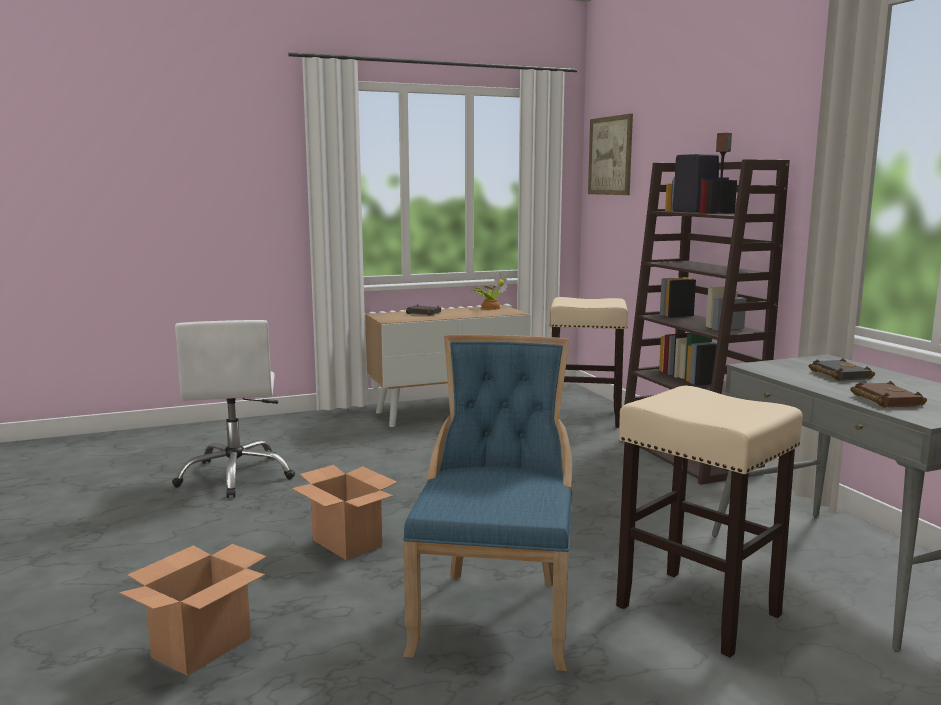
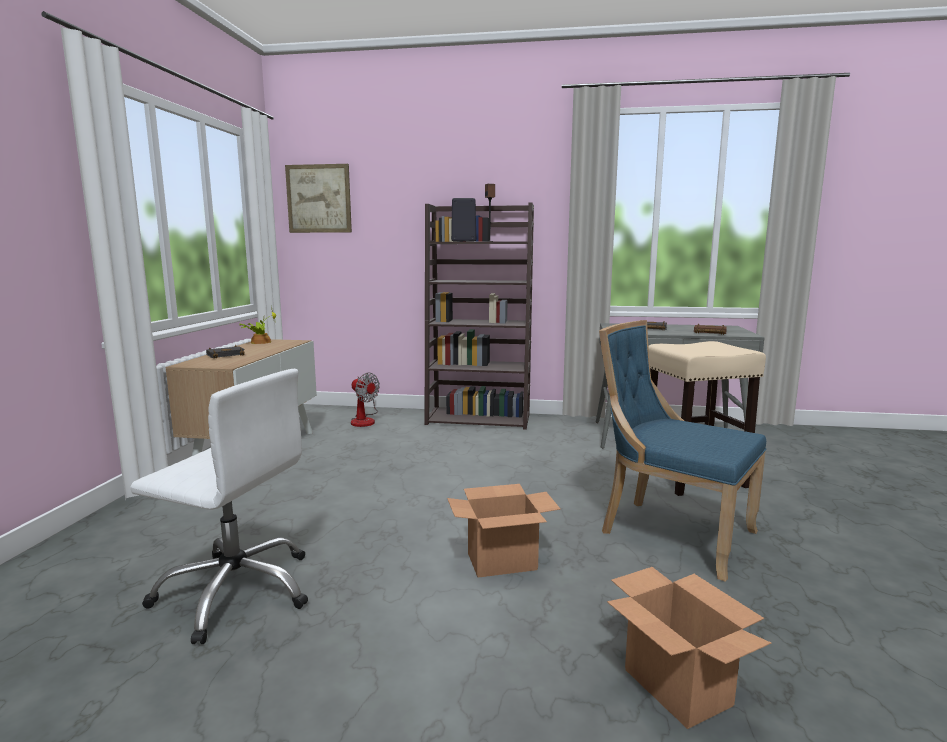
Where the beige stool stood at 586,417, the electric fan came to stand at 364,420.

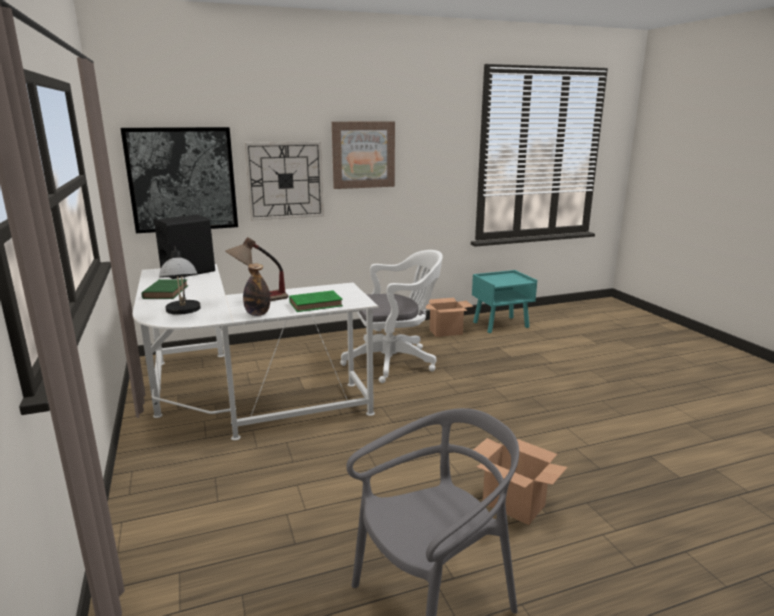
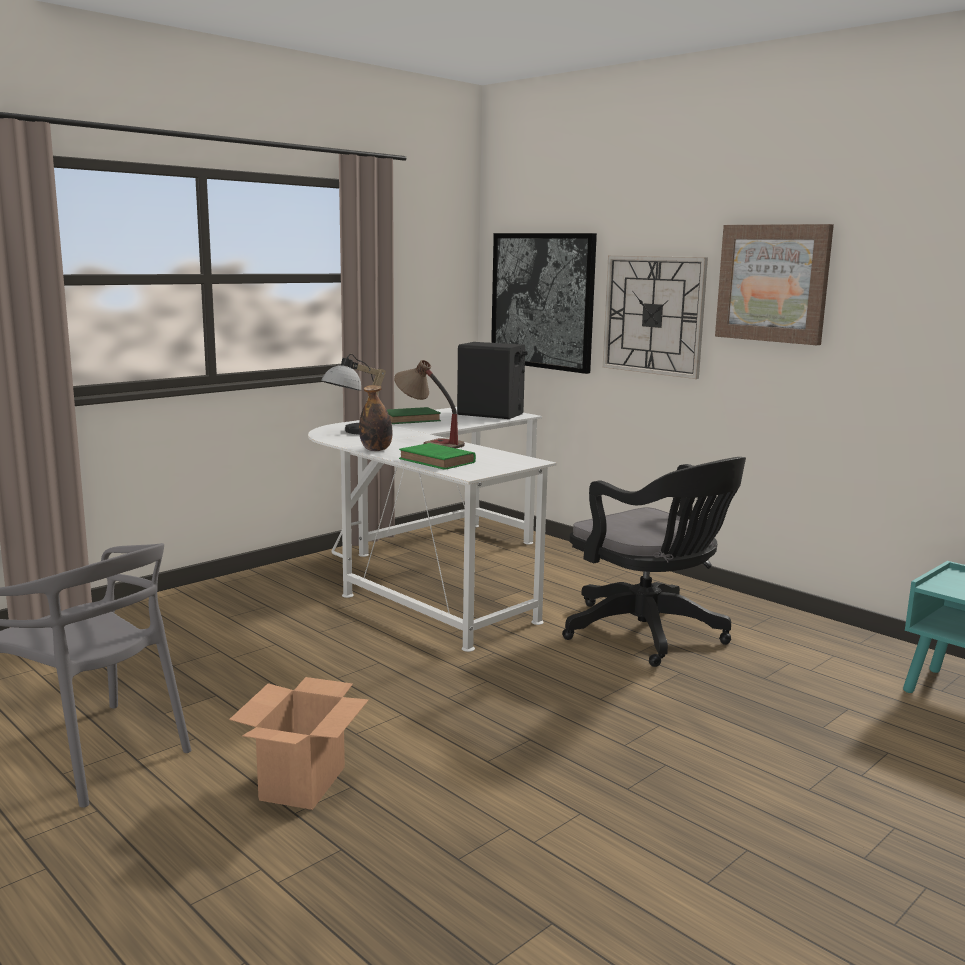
What was the white-coloured computer chair at 394,361 turned into the black-coloured computer chair at 650,635.
The second view lost the packing box at 446,332.

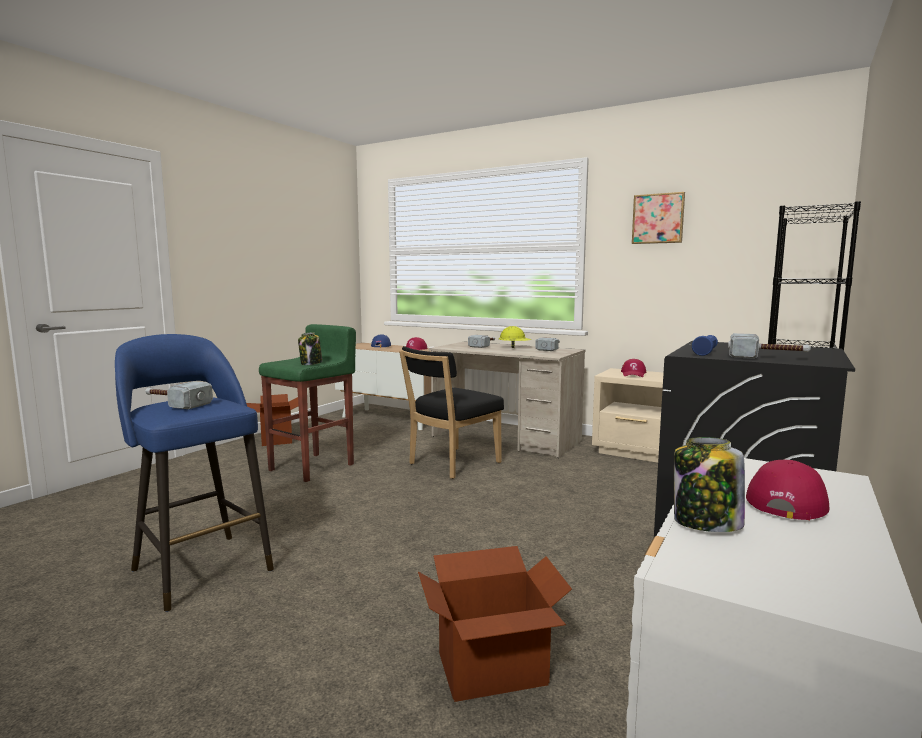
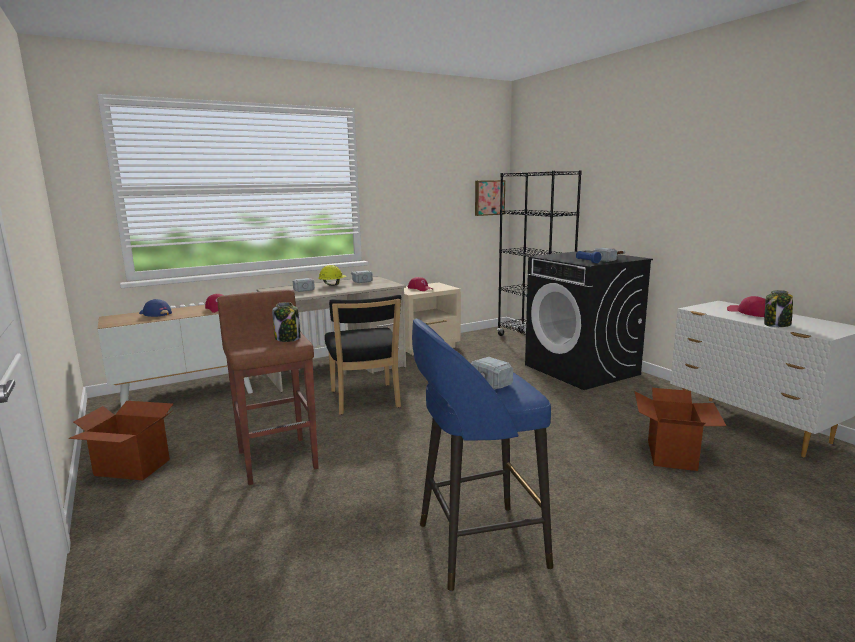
What was the green-coloured stool at 313,467 turned into the brownish stool at 278,458.
The picture ended up elsewhere, having gone from 658,219 to 489,197.

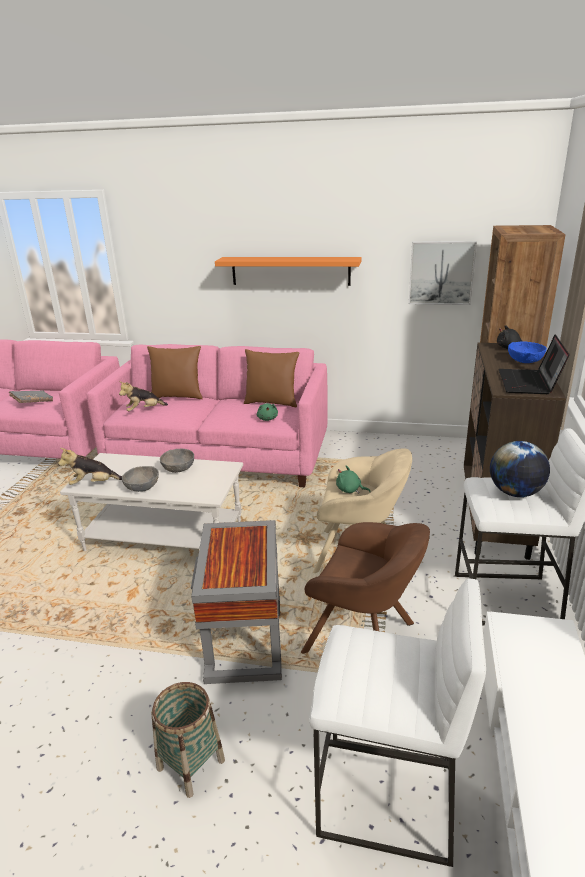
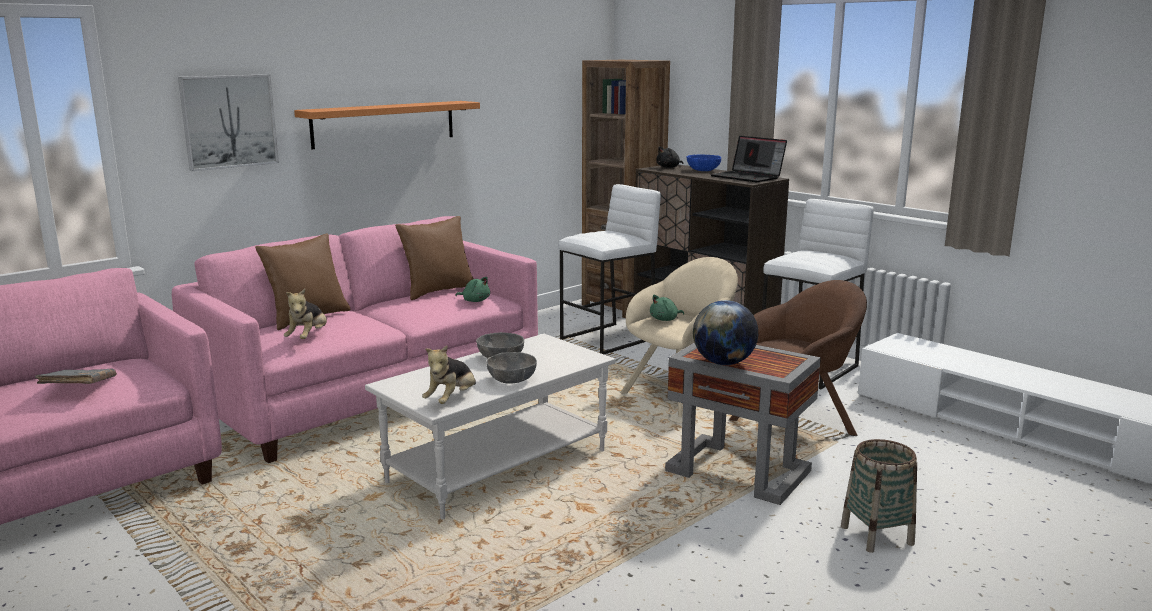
The picture ended up elsewhere, having gone from 441,273 to 229,121.
The white-coloured stool ended up elsewhere, having gone from 386,799 to 609,339.
The world globe ended up elsewhere, having gone from 515,493 to 724,363.

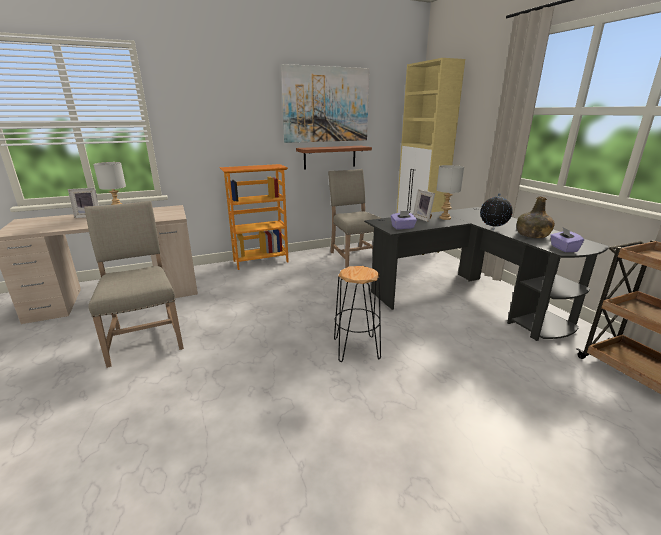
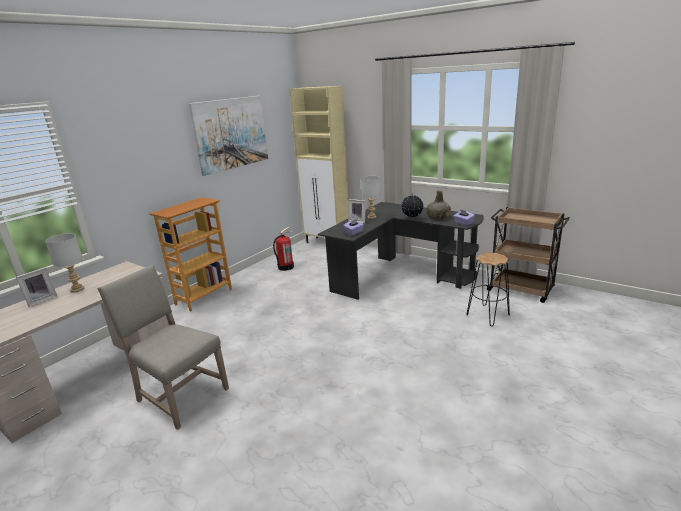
Where the beige plain chair stood at 354,256, the extinguisher came to stand at 285,267.
The black-coloured stool ended up elsewhere, having gone from 356,348 to 487,315.
The second view lost the wall shelf at 330,157.

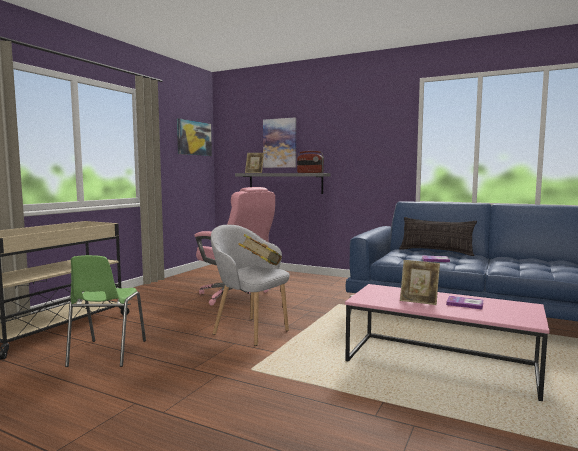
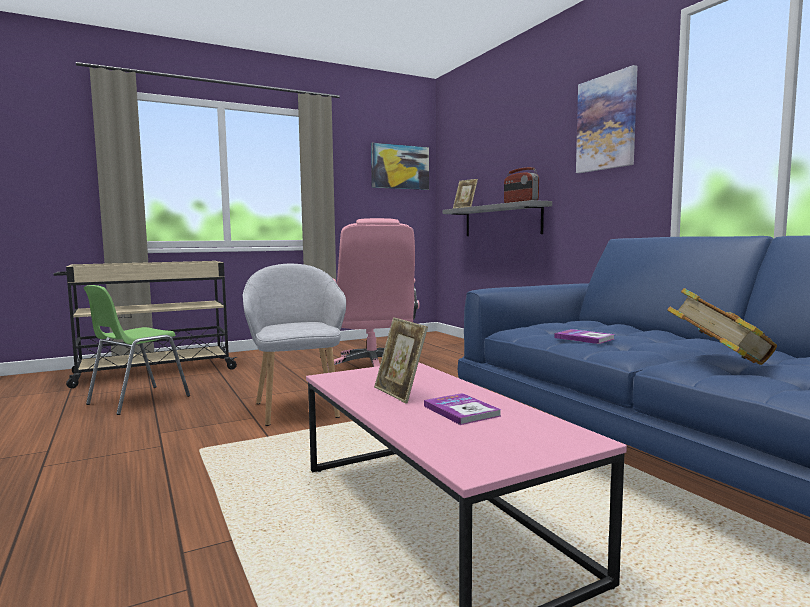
The picture ended up elsewhere, having gone from 280,143 to 606,123.
The volume ended up elsewhere, having gone from 260,266 to 718,362.
The second view lost the cushion at 436,252.

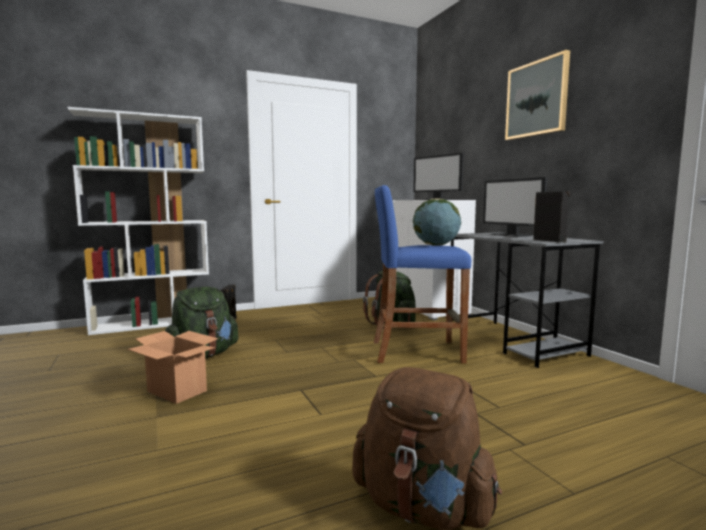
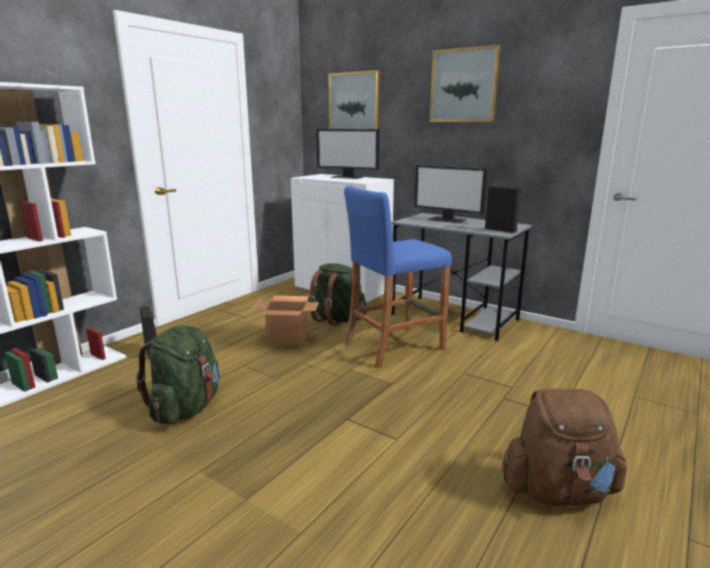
The packing box ended up elsewhere, having gone from 177,391 to 288,339.
The second view gained the picture at 355,104.
The second view lost the world globe at 435,245.

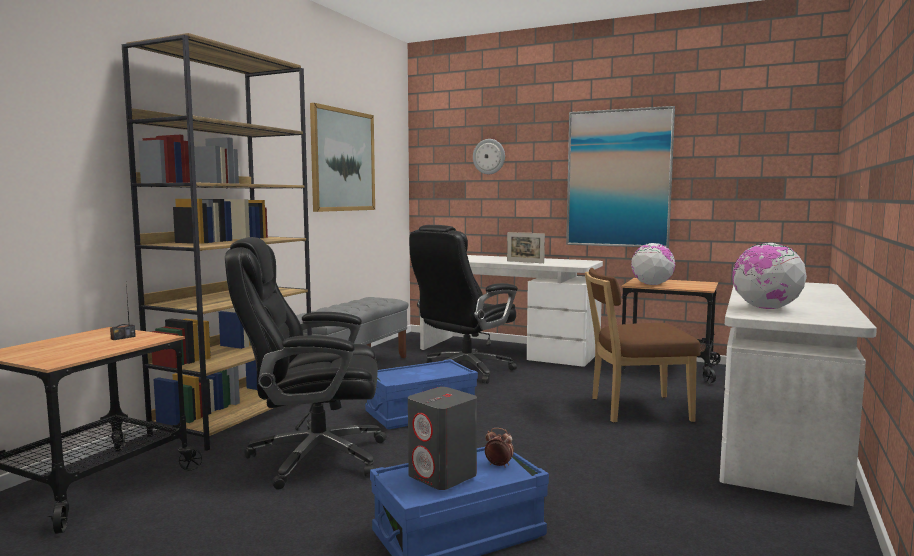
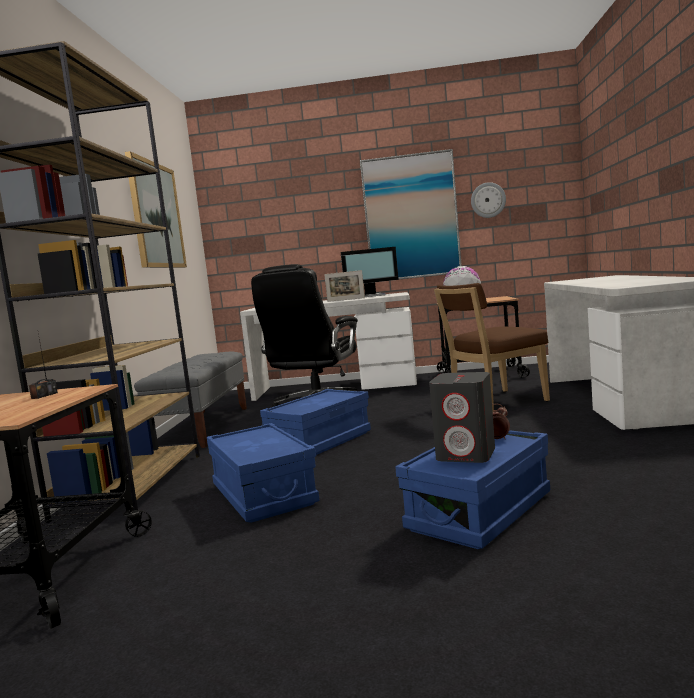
Where the black-coloured computer chair stood at 314,457, the bluish storage bin came to stand at 263,494.
The second view gained the monitor at 371,296.
The hanging clock ended up elsewhere, having gone from 489,156 to 488,200.
The second view lost the world globe at 766,308.

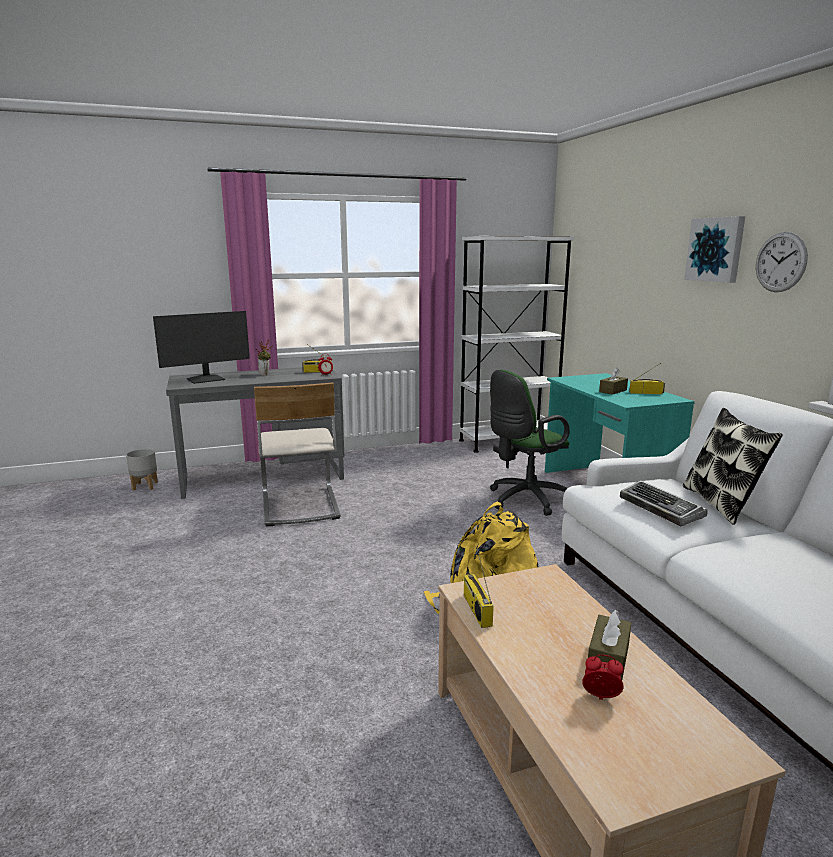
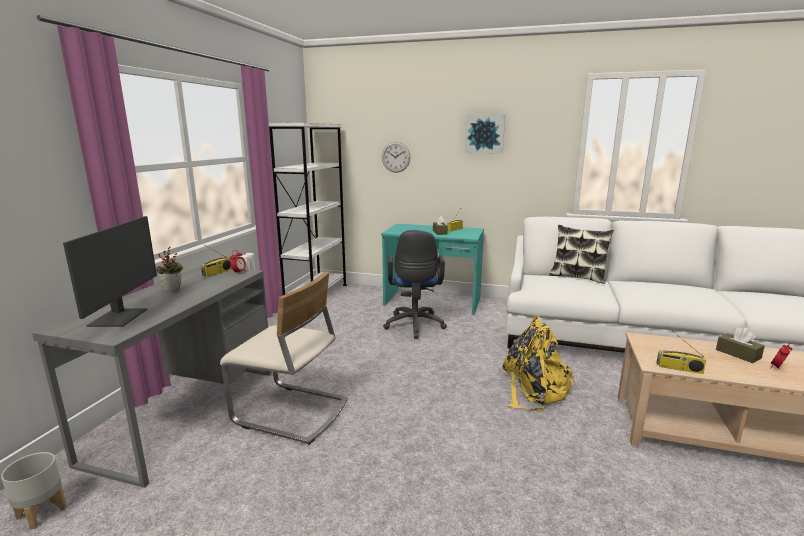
The hanging clock ended up elsewhere, having gone from 780,262 to 396,157.
What was the green-coloured computer chair at 524,500 turned into the bluish computer chair at 414,326.
The second view lost the PC keyboard at 662,509.

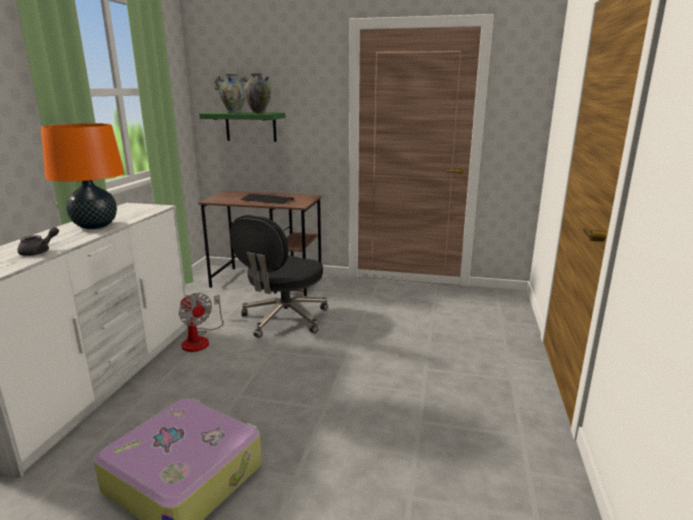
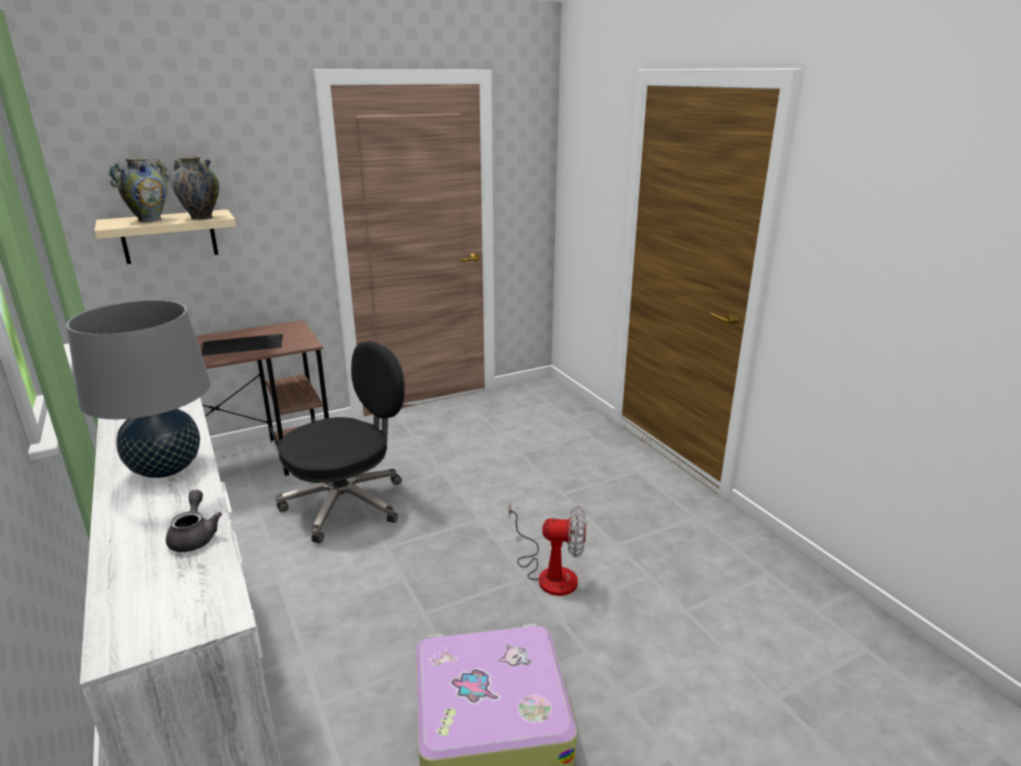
What was the orange tabletop lamp at 95,226 turned into the gray tabletop lamp at 166,468.
What was the green-coloured wall shelf at 251,126 turned into the beige wall shelf at 169,236.
The black-coloured computer chair at 284,319 ended up facing another way, 120 degrees counterclockwise from before.
The electric fan ended up elsewhere, having gone from 200,340 to 549,573.

